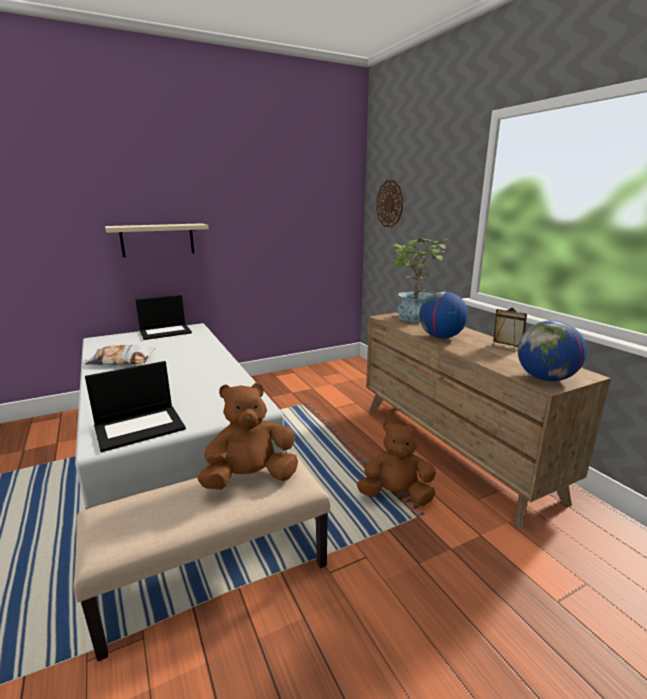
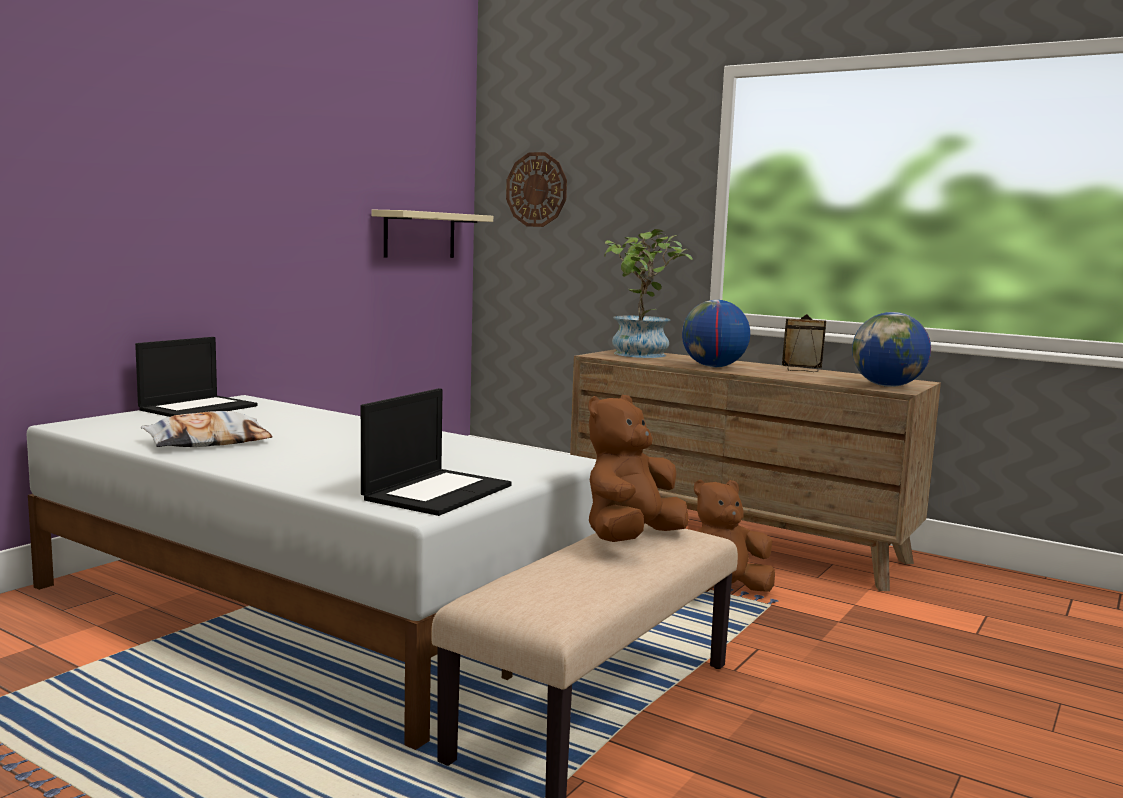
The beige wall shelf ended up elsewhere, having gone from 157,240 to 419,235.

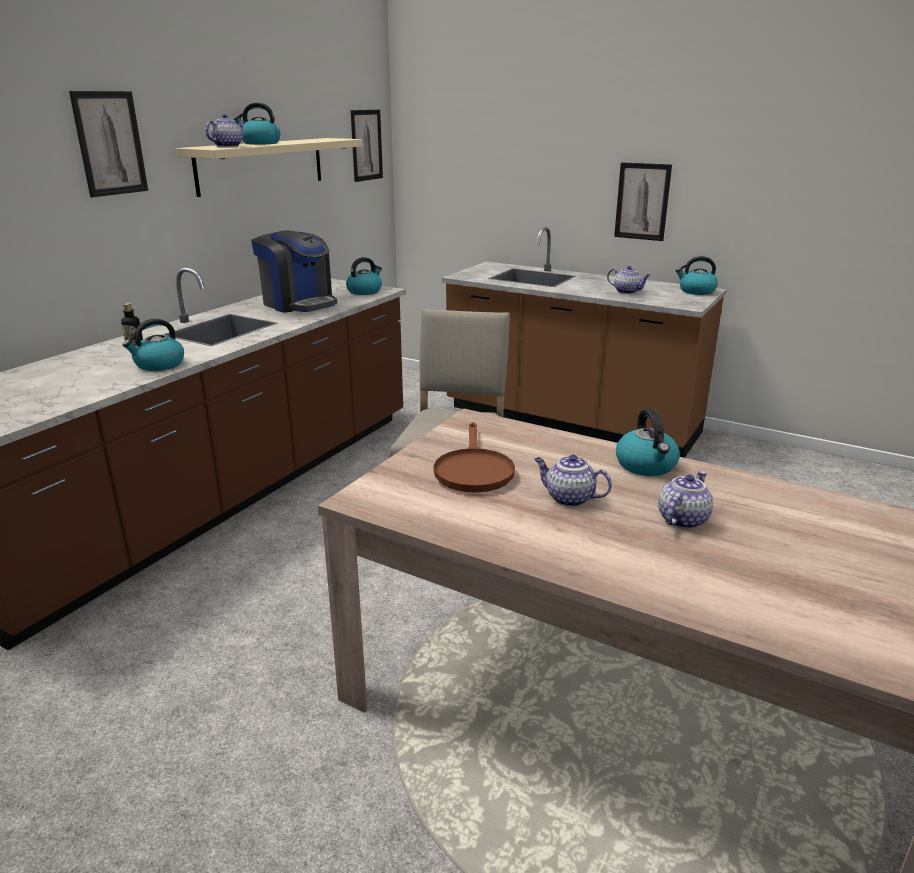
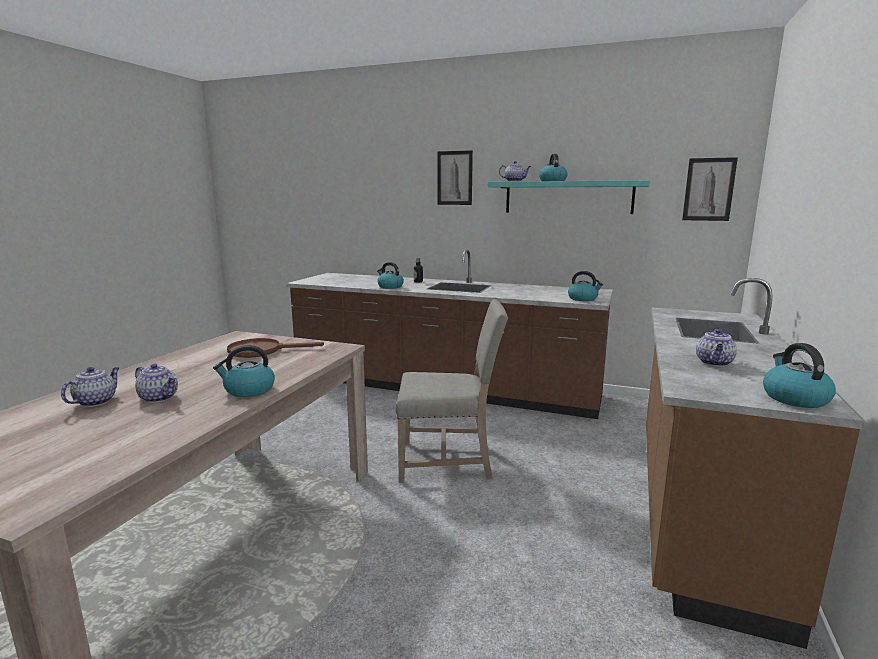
The tea pot ended up elsewhere, having gone from 568,498 to 96,401.
What was the beige wall shelf at 261,165 turned into the turquoise wall shelf at 568,197.
The second view lost the coffee machine at 298,303.
The second view lost the picture at 642,201.

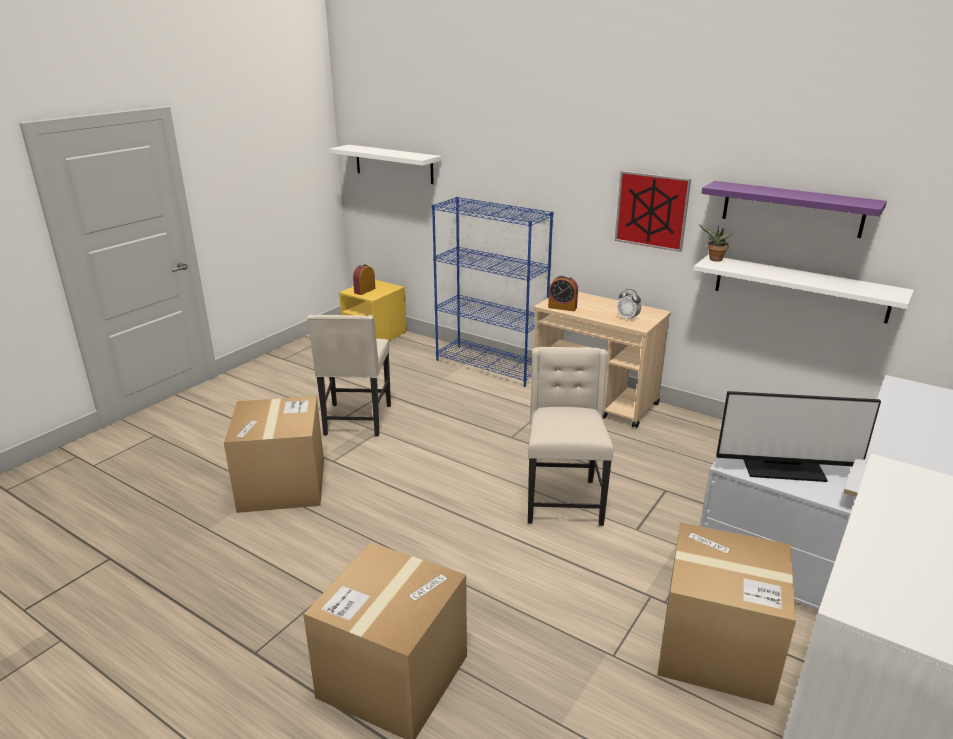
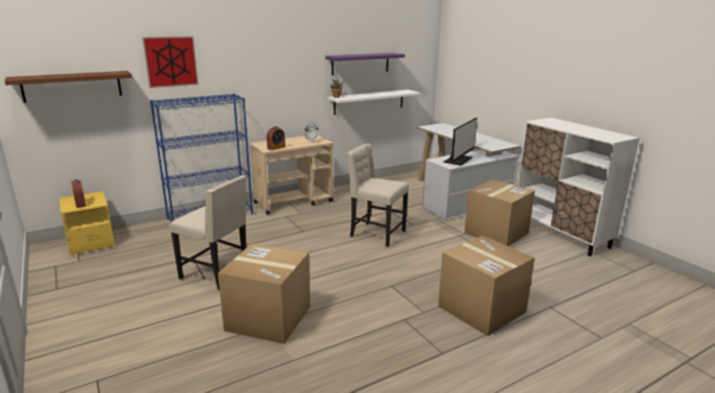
What was the white-coloured wall shelf at 393,164 turned into the brownish wall shelf at 72,86.
The picture ended up elsewhere, having gone from 651,210 to 171,61.

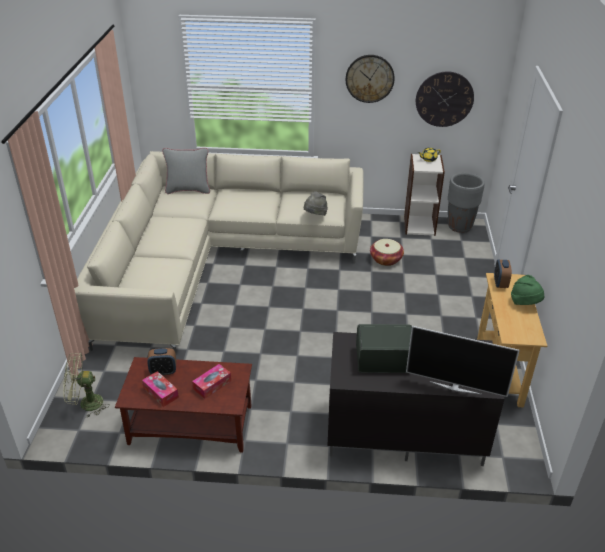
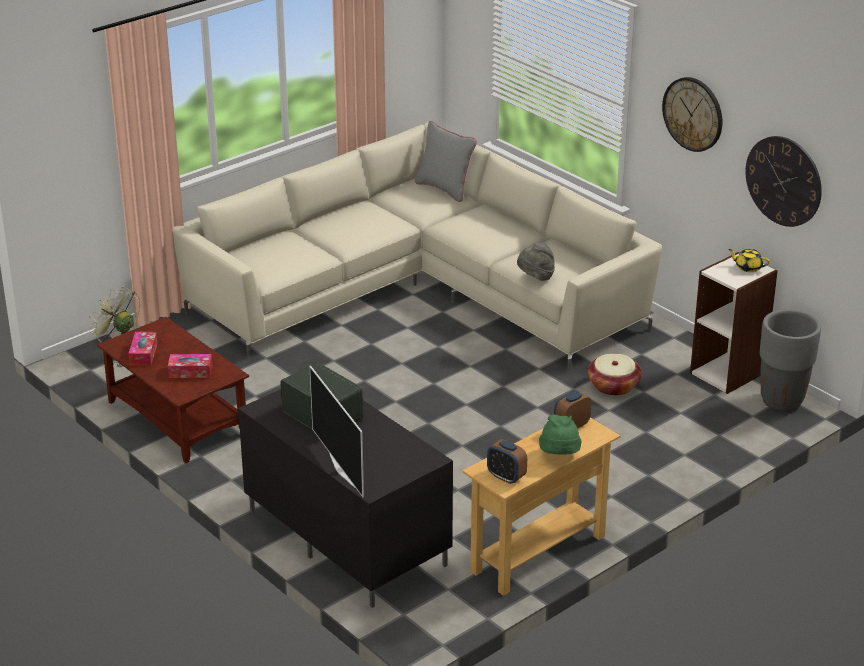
The table clock ended up elsewhere, having gone from 163,371 to 506,477.

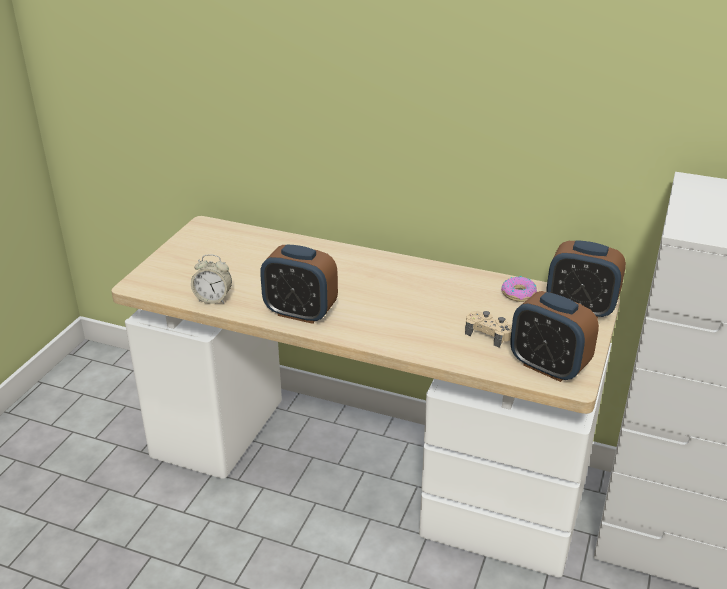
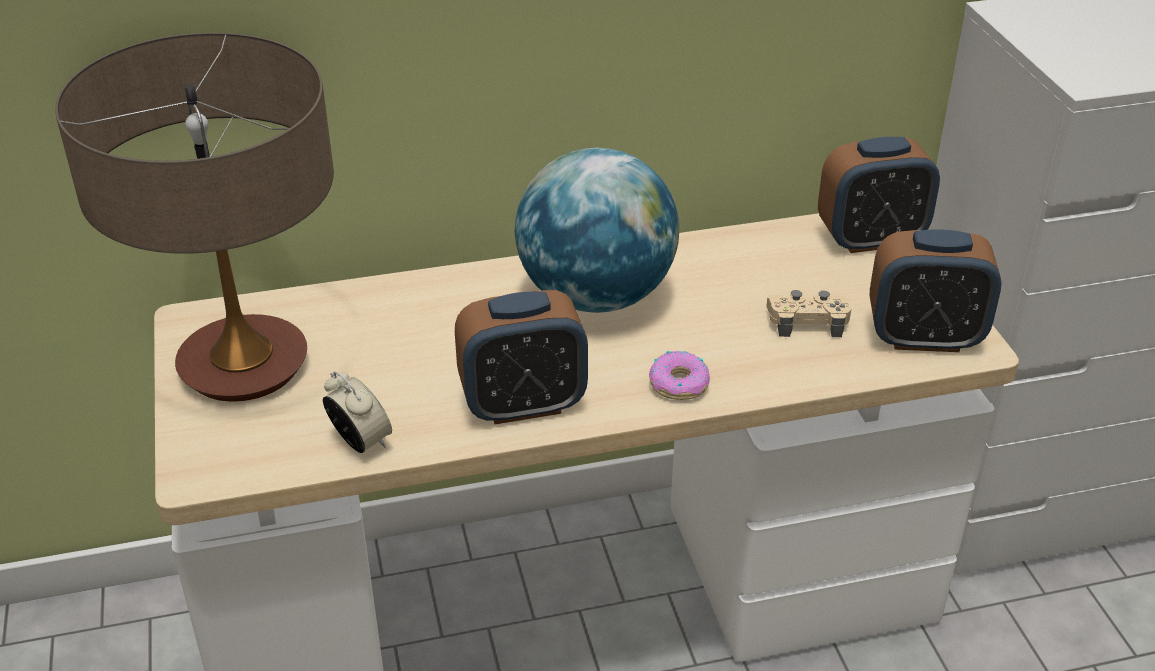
The second view gained the tabletop lamp at 244,366.
The table clock at 213,299 ended up facing another way, 105 degrees counterclockwise from before.
The second view gained the world globe at 596,296.
The donut ended up elsewhere, having gone from 519,294 to 679,383.

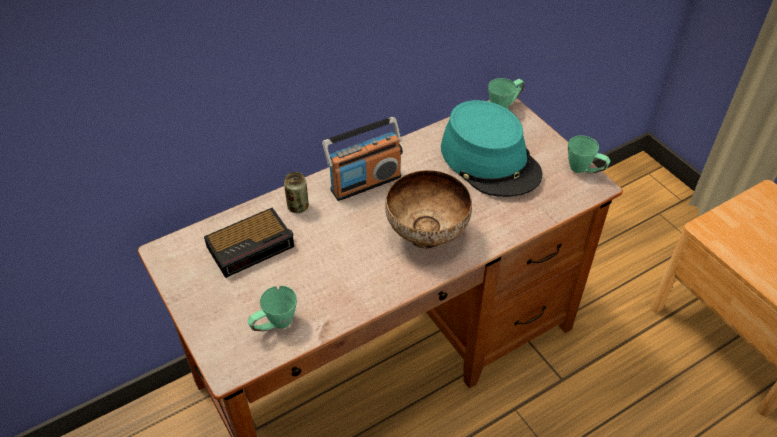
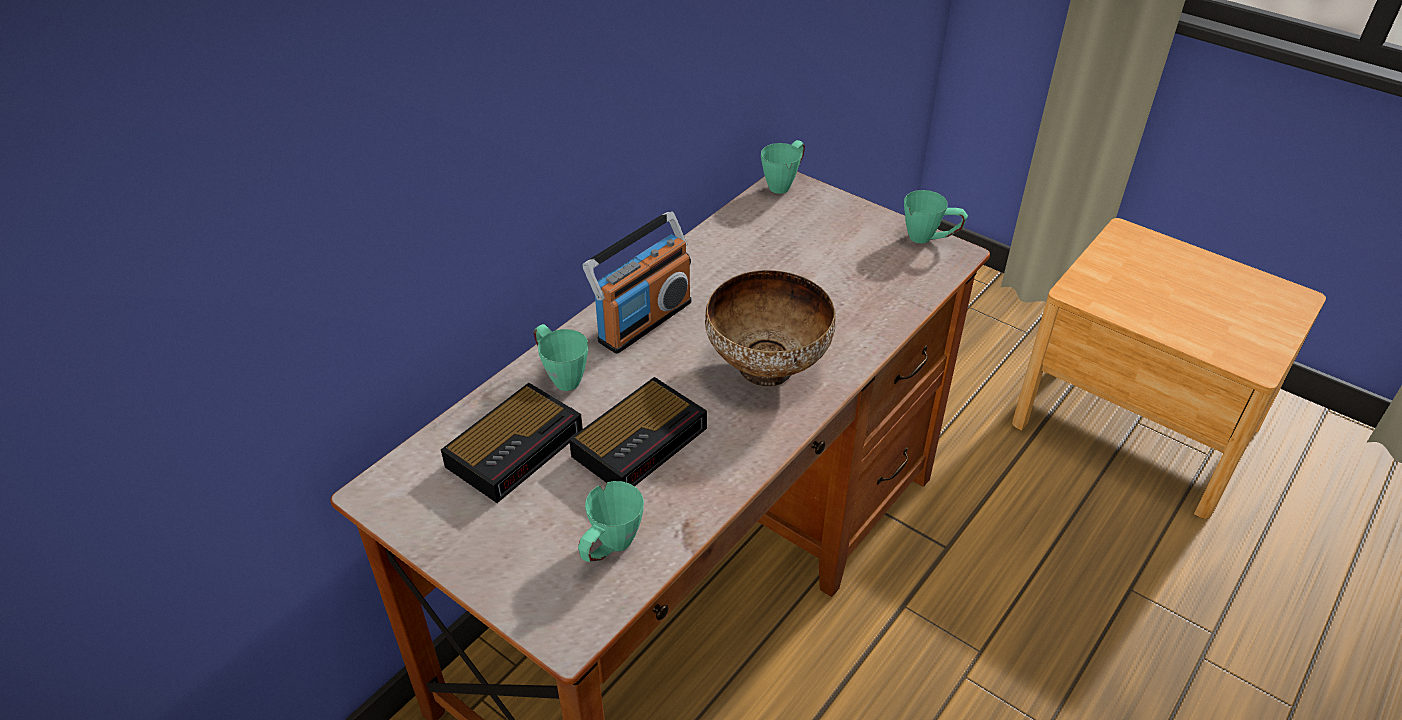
Where the can stood at 298,206, the green-coloured tea mug came to stand at 560,376.
The second view gained the table clock at 642,440.
The second view lost the turquoise clothing hat at 490,160.

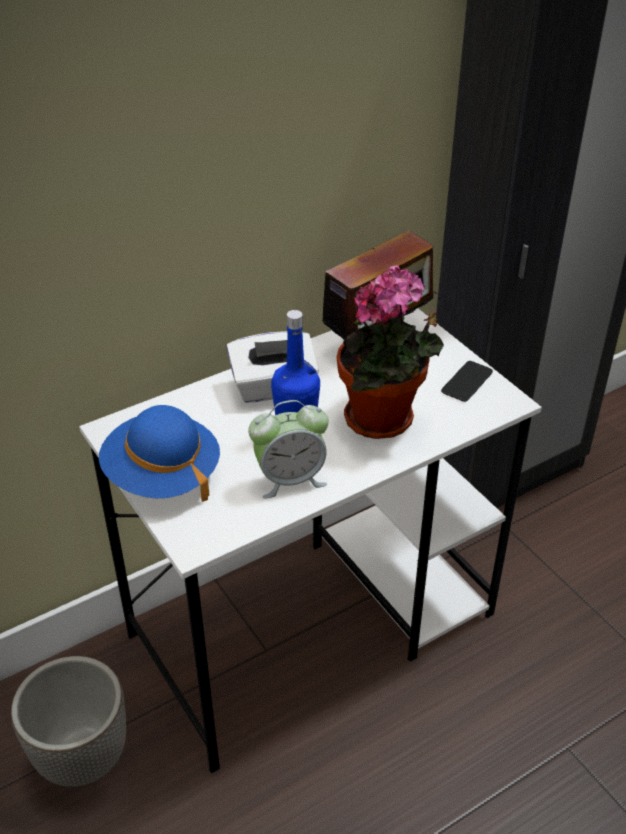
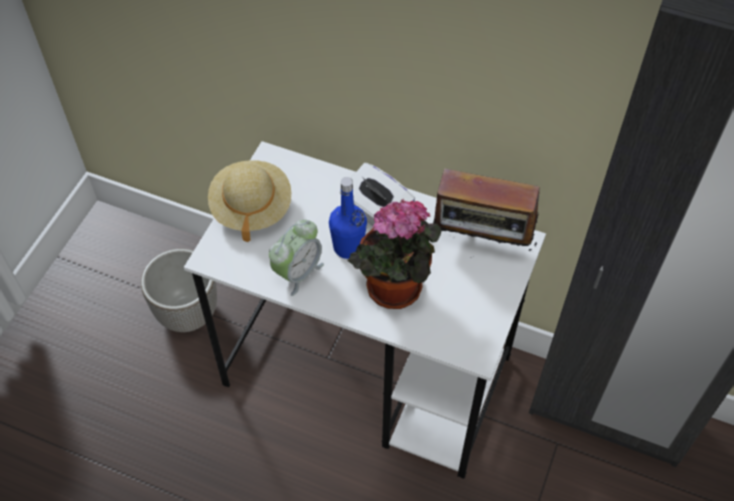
What was the bluish clothing hat at 162,475 turned into the beige clothing hat at 251,207.
The table clock at 290,479 ended up facing another way, 90 degrees counterclockwise from before.
The second view lost the phone at 467,382.

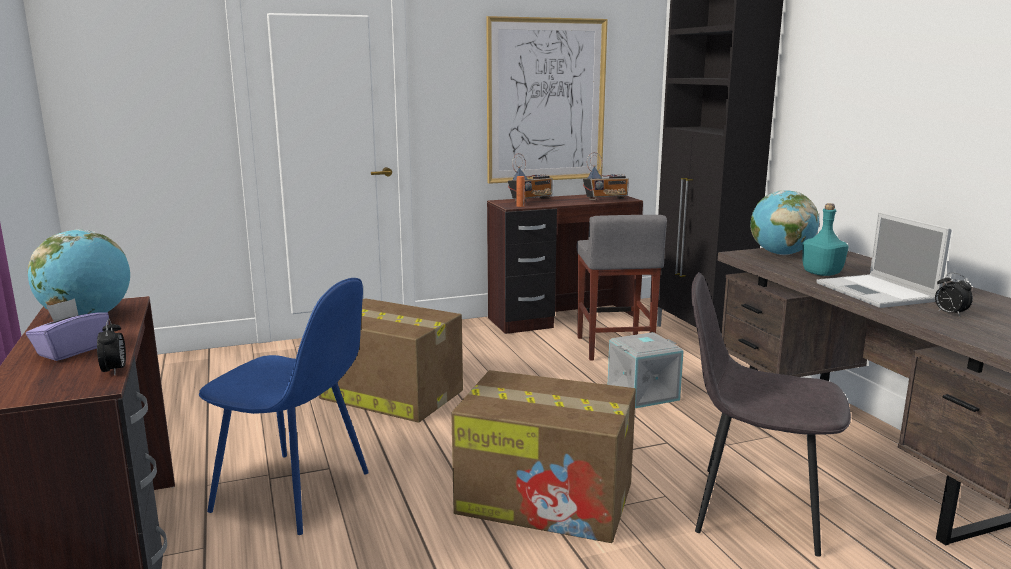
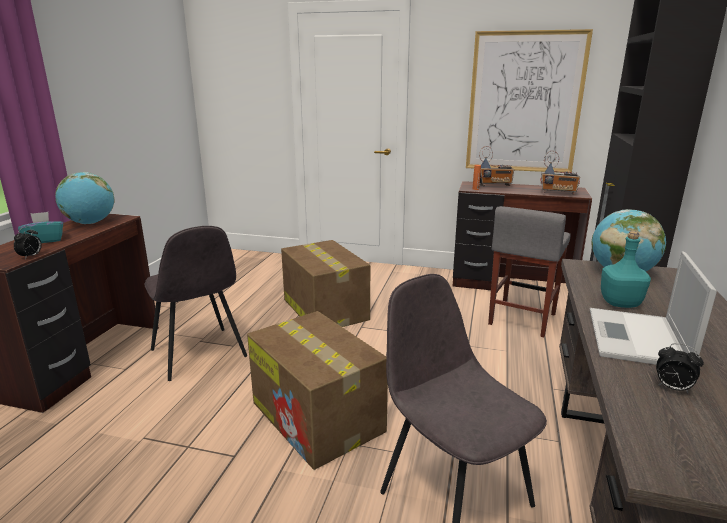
What was the purple tissue holder at 72,350 turned into the turquoise tissue holder at 45,240.
What was the bluish plain chair at 295,493 turned into the gray plain chair at 199,354.
The table clock at 949,314 ended up facing another way, 60 degrees counterclockwise from before.
The second view lost the gray storage bin at 642,393.

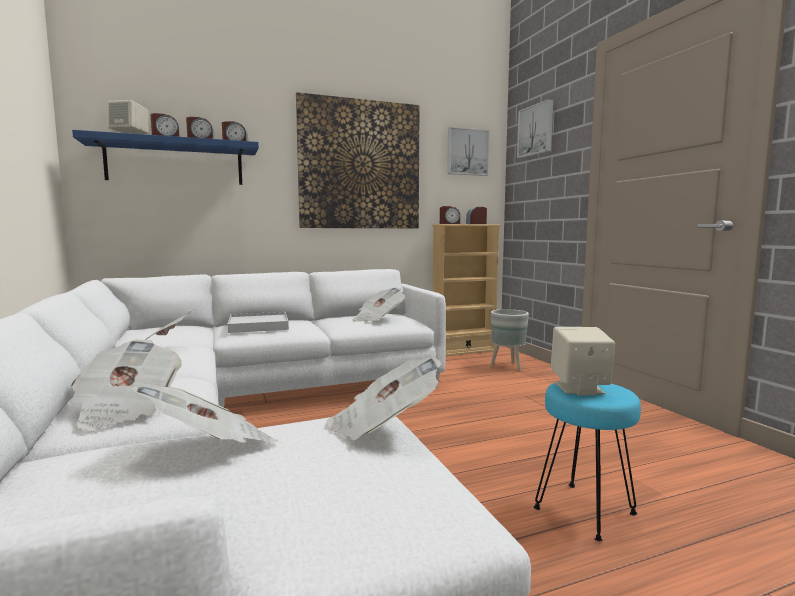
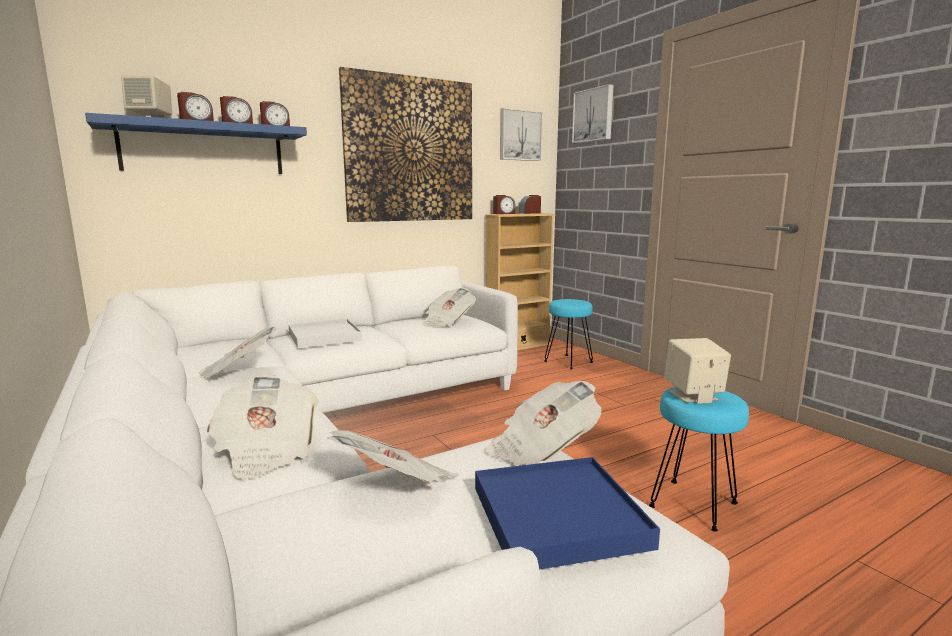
The second view gained the bluish carrying tray at 557,516.
Where the gray flower pot stood at 507,366, the turquoise stool came to stand at 568,362.

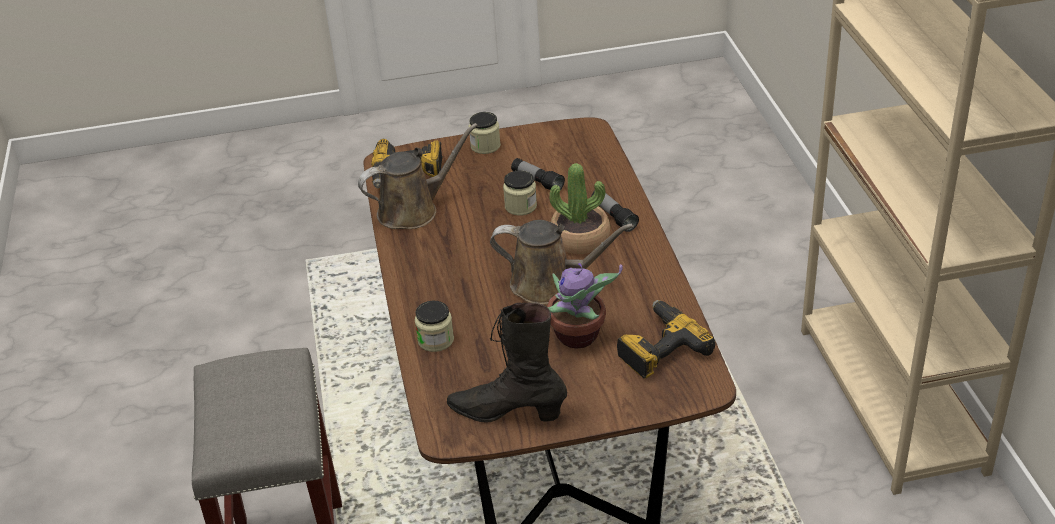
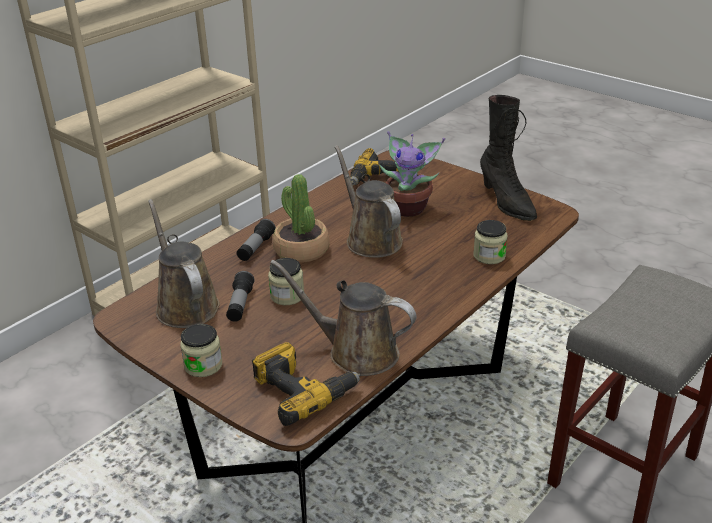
The second view gained the brownish watering pot at 185,305.

